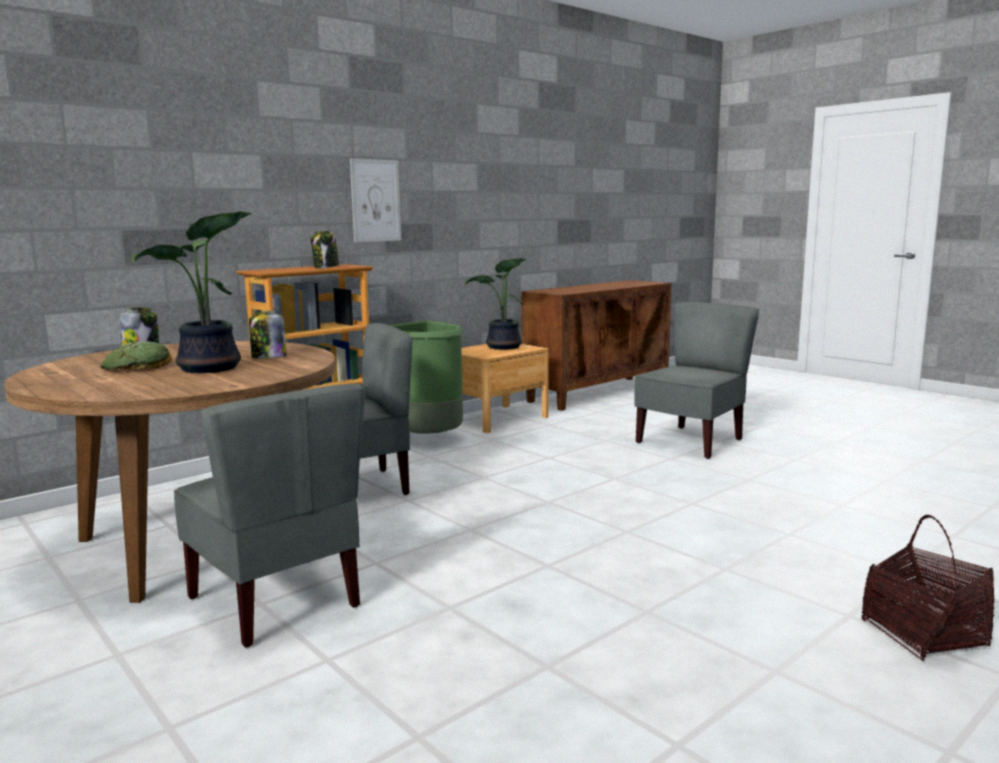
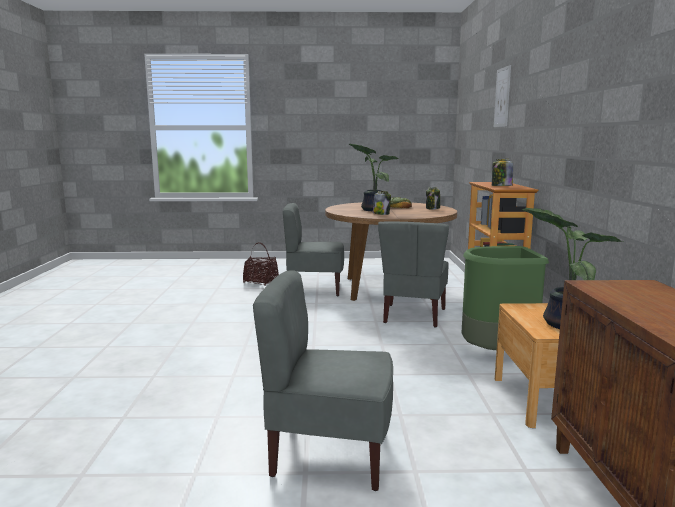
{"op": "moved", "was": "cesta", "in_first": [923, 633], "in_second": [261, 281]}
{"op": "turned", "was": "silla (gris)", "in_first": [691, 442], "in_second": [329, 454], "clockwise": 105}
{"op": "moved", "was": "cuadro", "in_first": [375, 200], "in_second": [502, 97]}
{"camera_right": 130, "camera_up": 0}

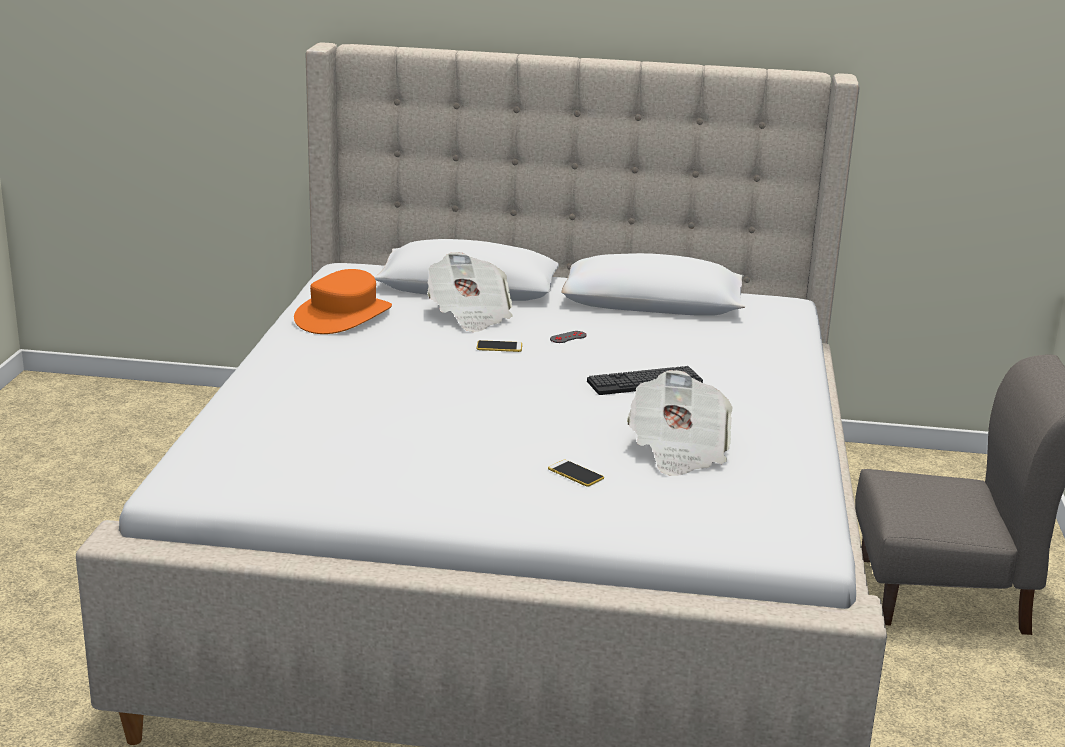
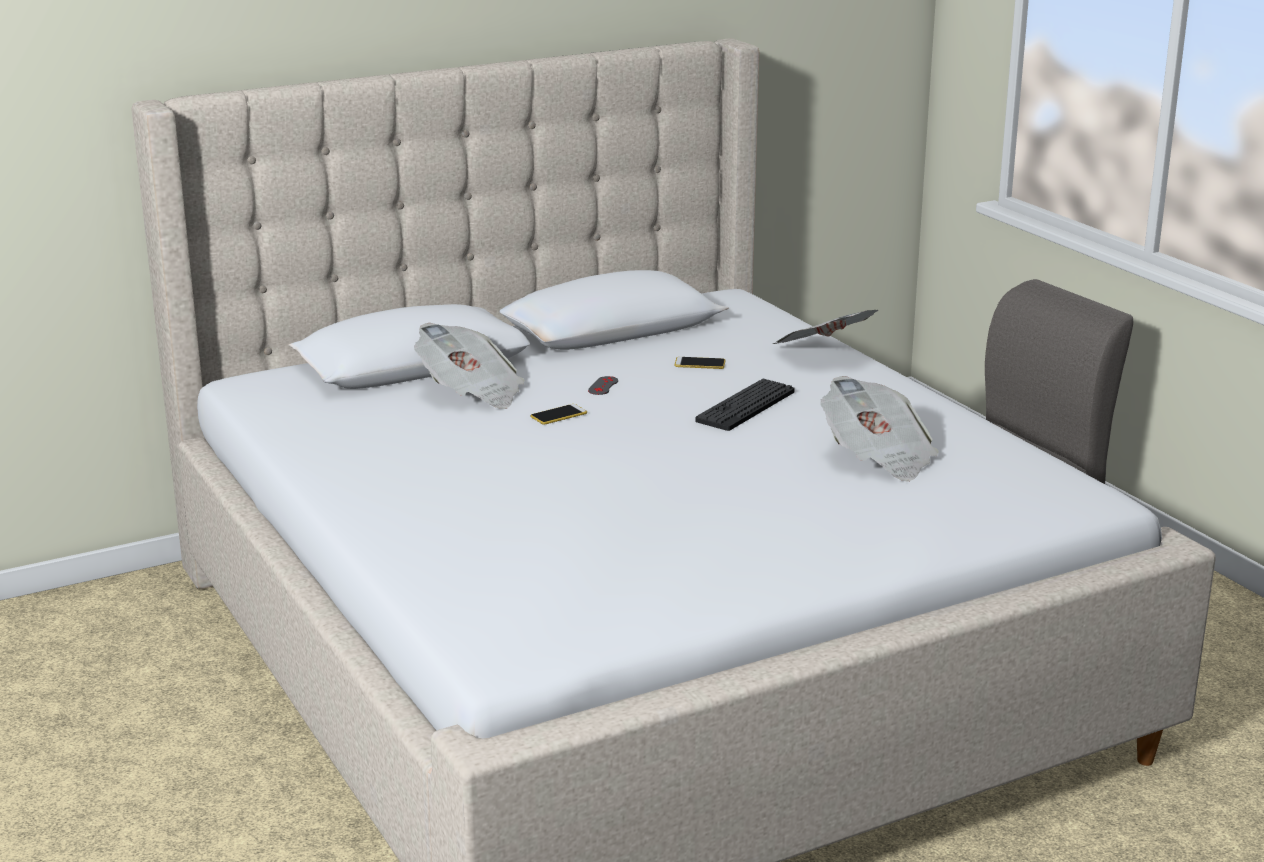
{"op": "moved", "was": "móvil", "in_first": [575, 474], "in_second": [700, 364]}
{"op": "added", "now": "periódico", "in_second": [823, 353]}
{"op": "removed", "was": "sombrero (naranja)", "in_first": [344, 316]}
{"camera_right": -35, "camera_up": 0}

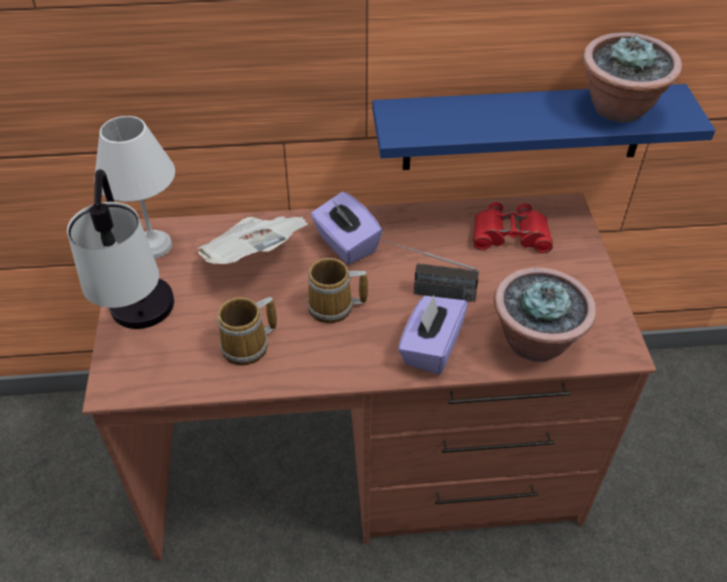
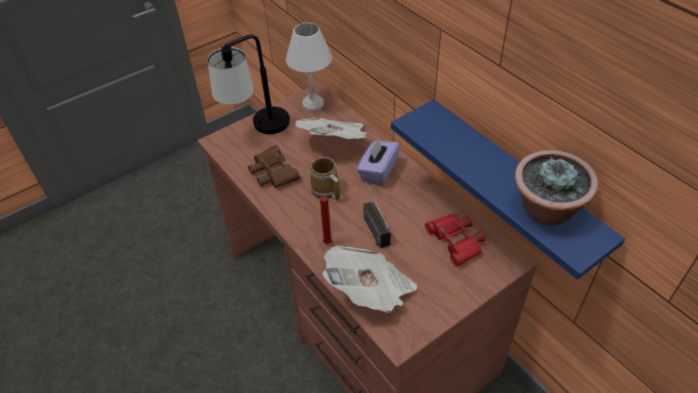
{"op": "replaced", "was": "taza grande", "now": "prismáticos (marrón)", "in_first": [248, 346], "in_second": [274, 172]}
{"op": "replaced", "was": "caja de pañuelos (morado)", "now": "vela (rojo)", "in_first": [430, 348], "in_second": [328, 244]}
{"op": "replaced", "was": "planta en maceta", "now": "periódico", "in_first": [535, 341], "in_second": [370, 291]}
{"camera_right": 60, "camera_up": 0}

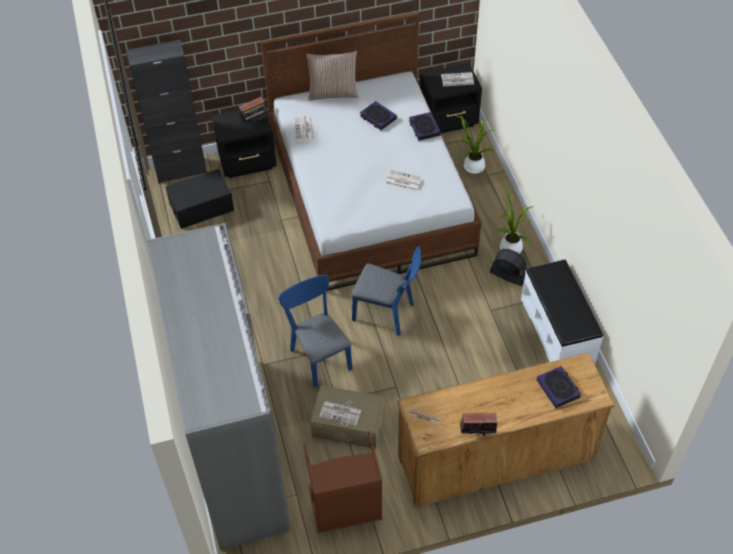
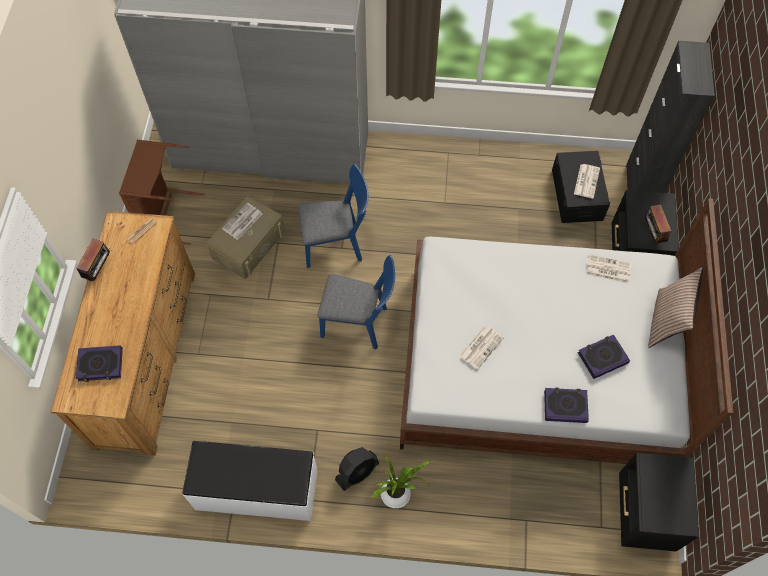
{"op": "turned", "was": "silla (azul)", "in_first": [387, 313], "in_second": [359, 323], "clockwise": -120}
{"op": "moved", "was": "periódico", "in_first": [457, 80], "in_second": [586, 181]}
{"op": "removed", "was": "planta en maceta", "in_first": [472, 166]}
{"camera_right": 110, "camera_up": 10}

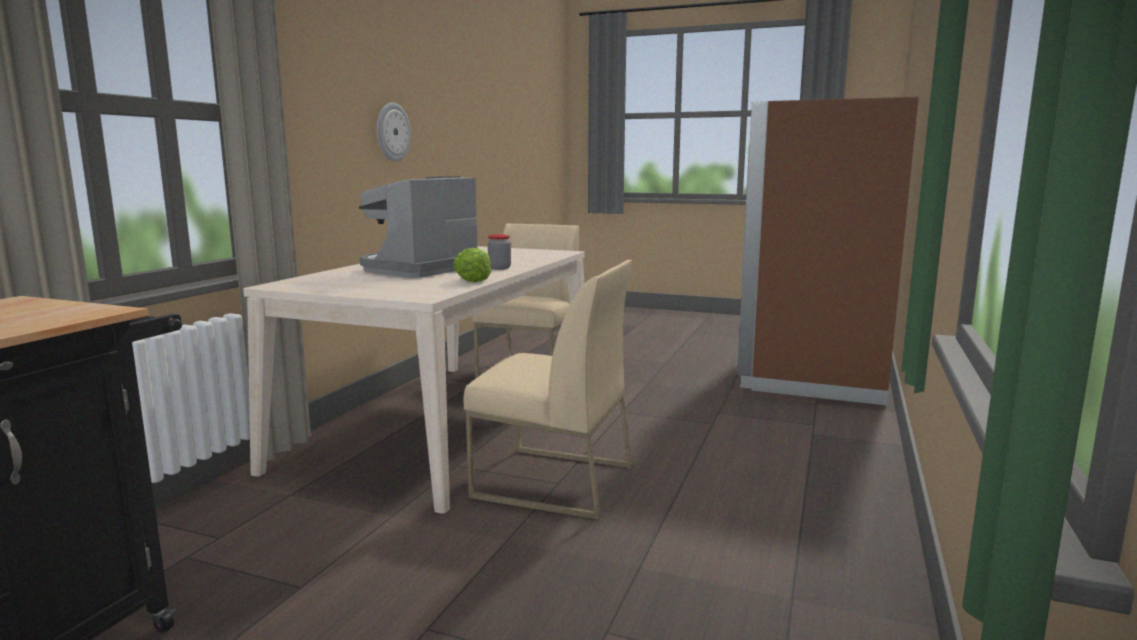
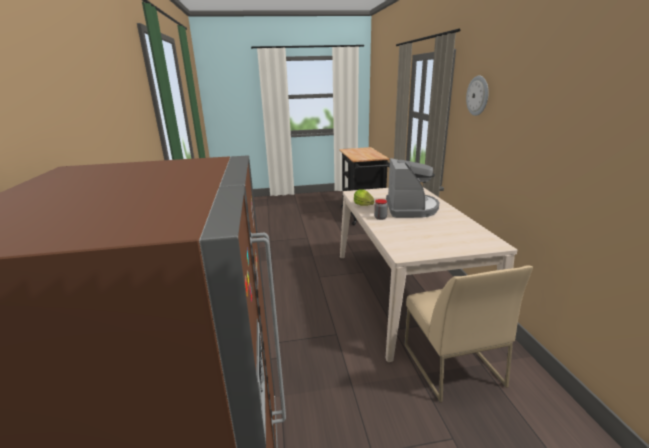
{"op": "moved", "was": "reloj de pared", "in_first": [392, 132], "in_second": [478, 95]}
{"op": "removed", "was": "silla (beis)", "in_first": [552, 482]}
{"camera_right": 150, "camera_up": 10}

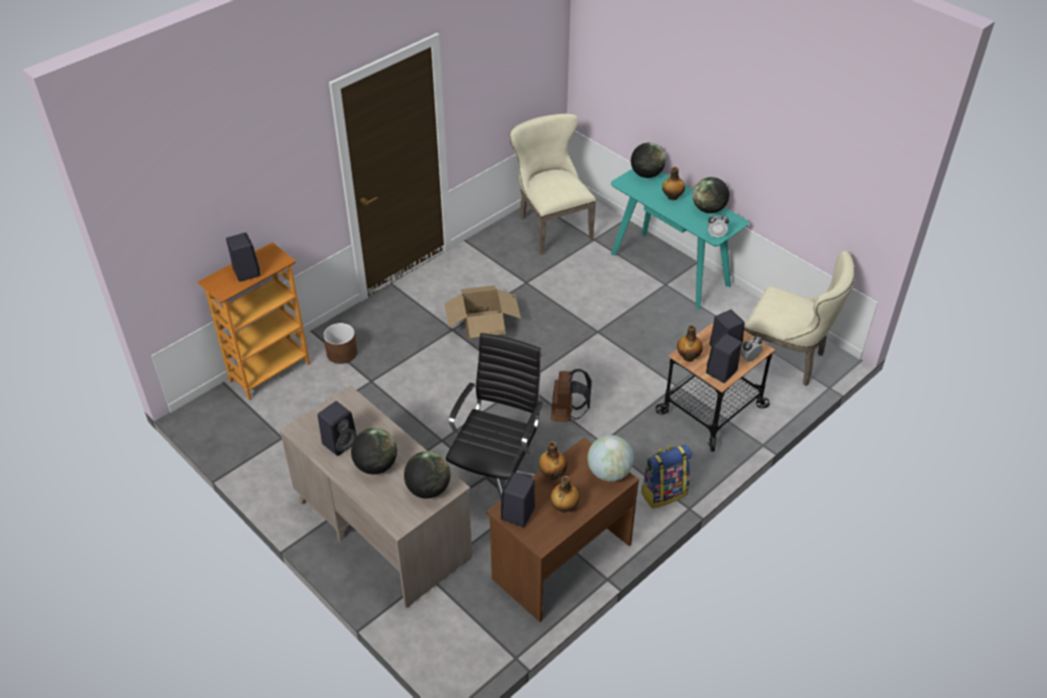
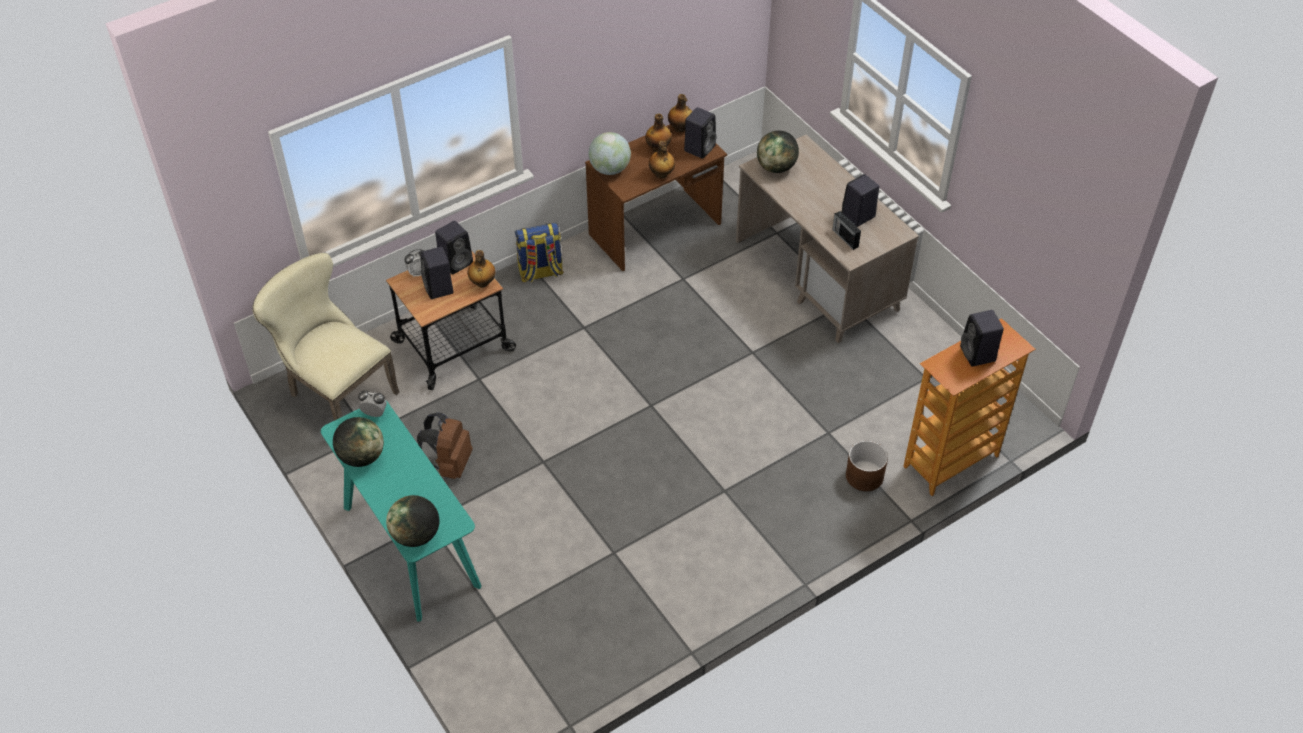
{"op": "moved", "was": "mochila (marrón)", "in_first": [567, 414], "in_second": [450, 464]}
{"op": "moved", "was": "botella", "in_first": [672, 197], "in_second": [680, 128]}
{"op": "added", "now": "radio", "in_second": [845, 238]}
{"op": "removed", "was": "globo terráqueo", "in_first": [376, 466]}
{"op": "removed", "was": "caja de cartón", "in_first": [483, 324]}
{"op": "removed", "was": "silla de oficina (negro)", "in_first": [497, 480]}
{"op": "removed", "was": "silla (beis)", "in_first": [551, 226]}
{"camera_right": -170, "camera_up": 5}

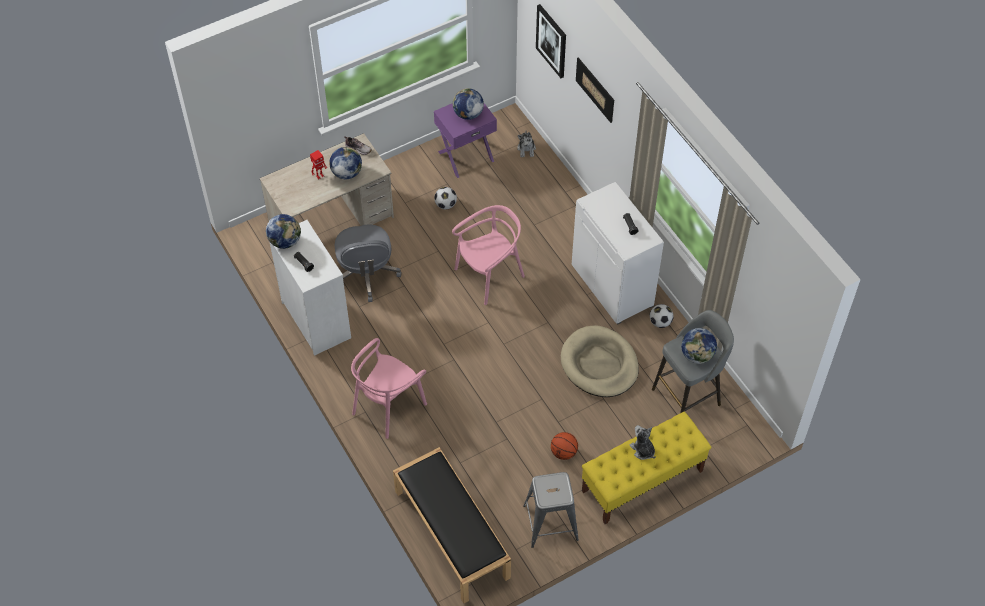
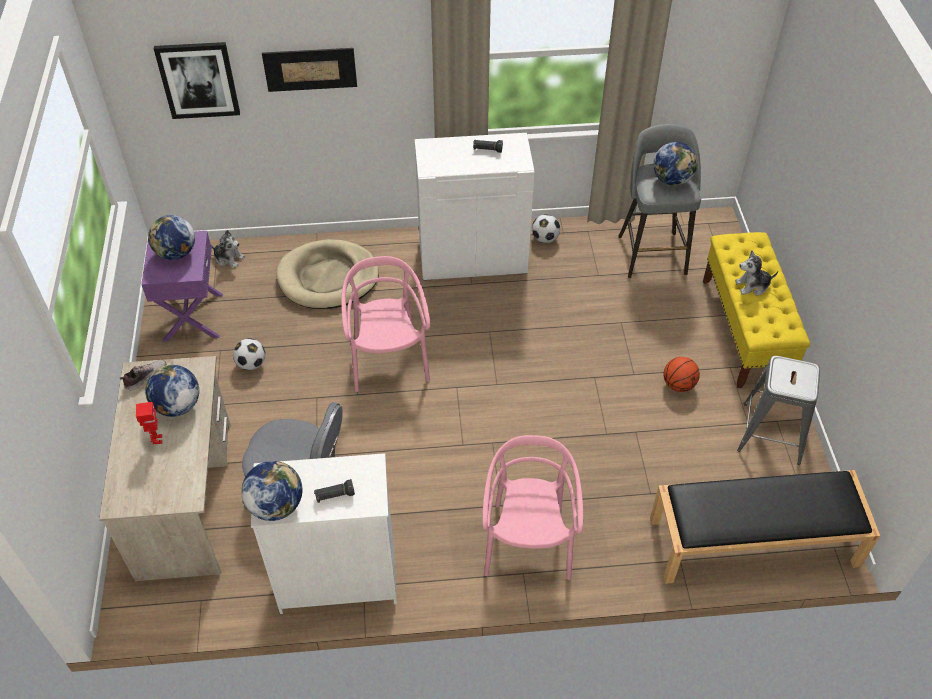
{"op": "moved", "was": "cama para perro (beis)", "in_first": [599, 364], "in_second": [328, 278]}
{"op": "turned", "was": "silla (rosa)", "in_first": [388, 406], "in_second": [528, 542], "clockwise": -150}
{"camera_right": -65, "camera_up": -5}

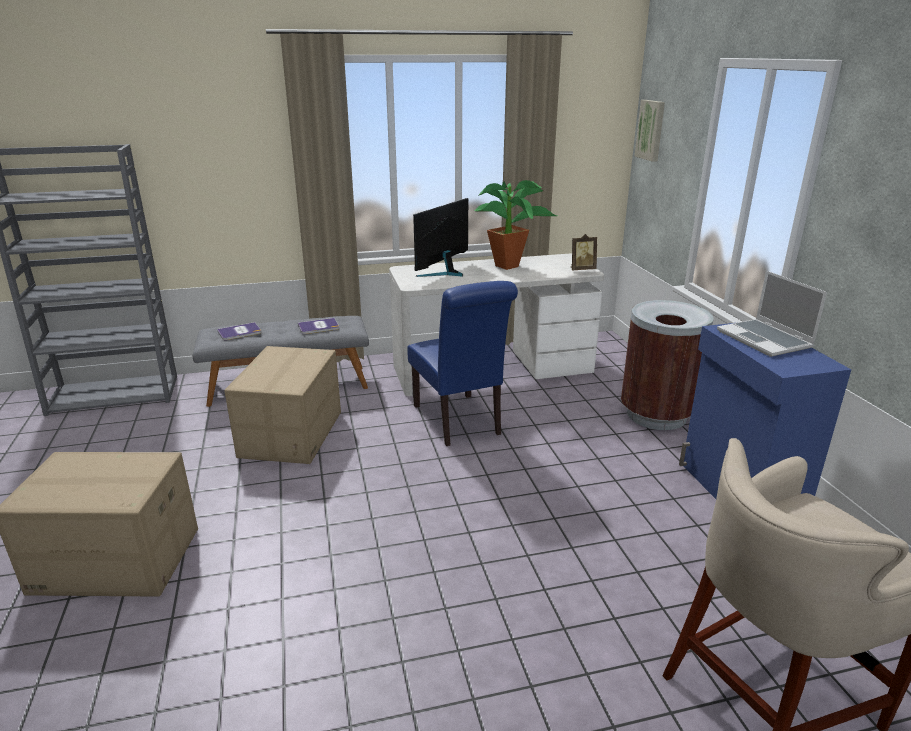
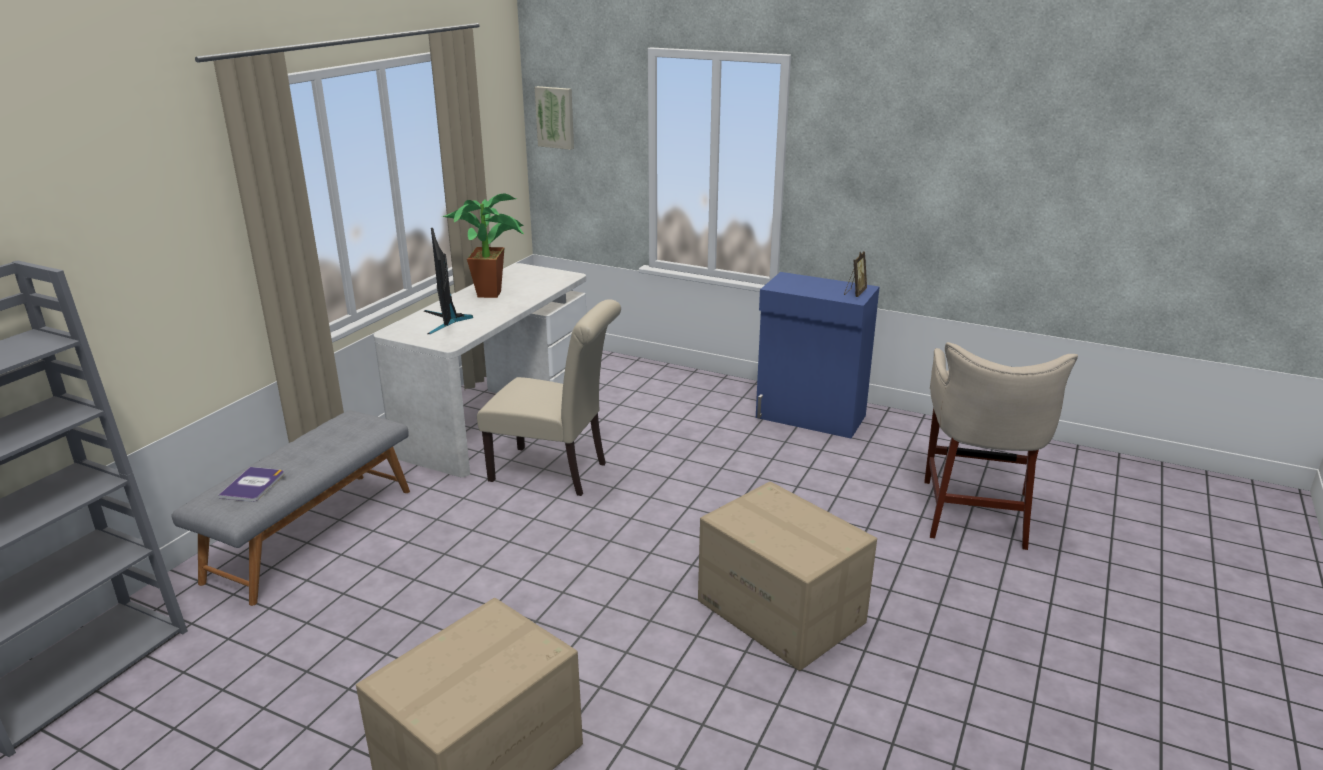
{"op": "recoloured", "was": "silla (azul)", "now": "silla (beis)", "in_first": [459, 422], "in_second": [555, 472]}
{"op": "moved", "was": "caja de cartón", "in_first": [292, 434], "in_second": [782, 611]}
{"op": "moved", "was": "portarretratos", "in_first": [581, 269], "in_second": [854, 293]}
{"op": "removed", "was": "libro", "in_first": [318, 327]}
{"op": "removed", "was": "papelera (marrón)", "in_first": [656, 415]}
{"op": "removed", "was": "portátil", "in_first": [765, 340]}
{"camera_right": -50, "camera_up": 0}

